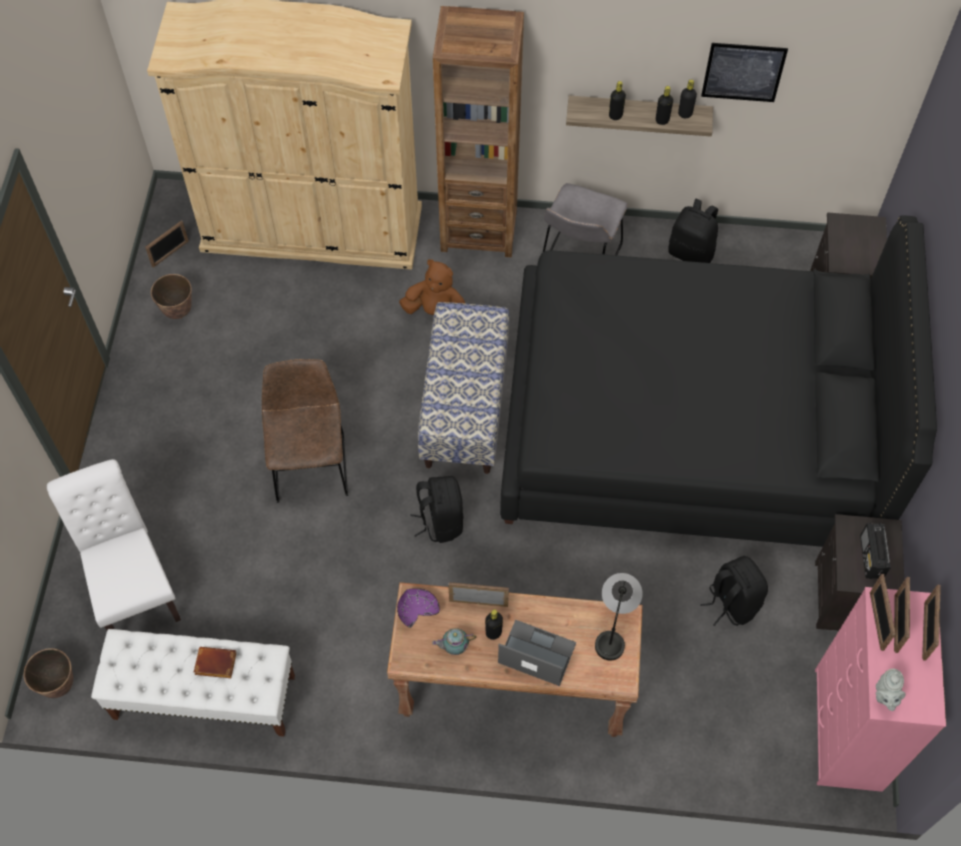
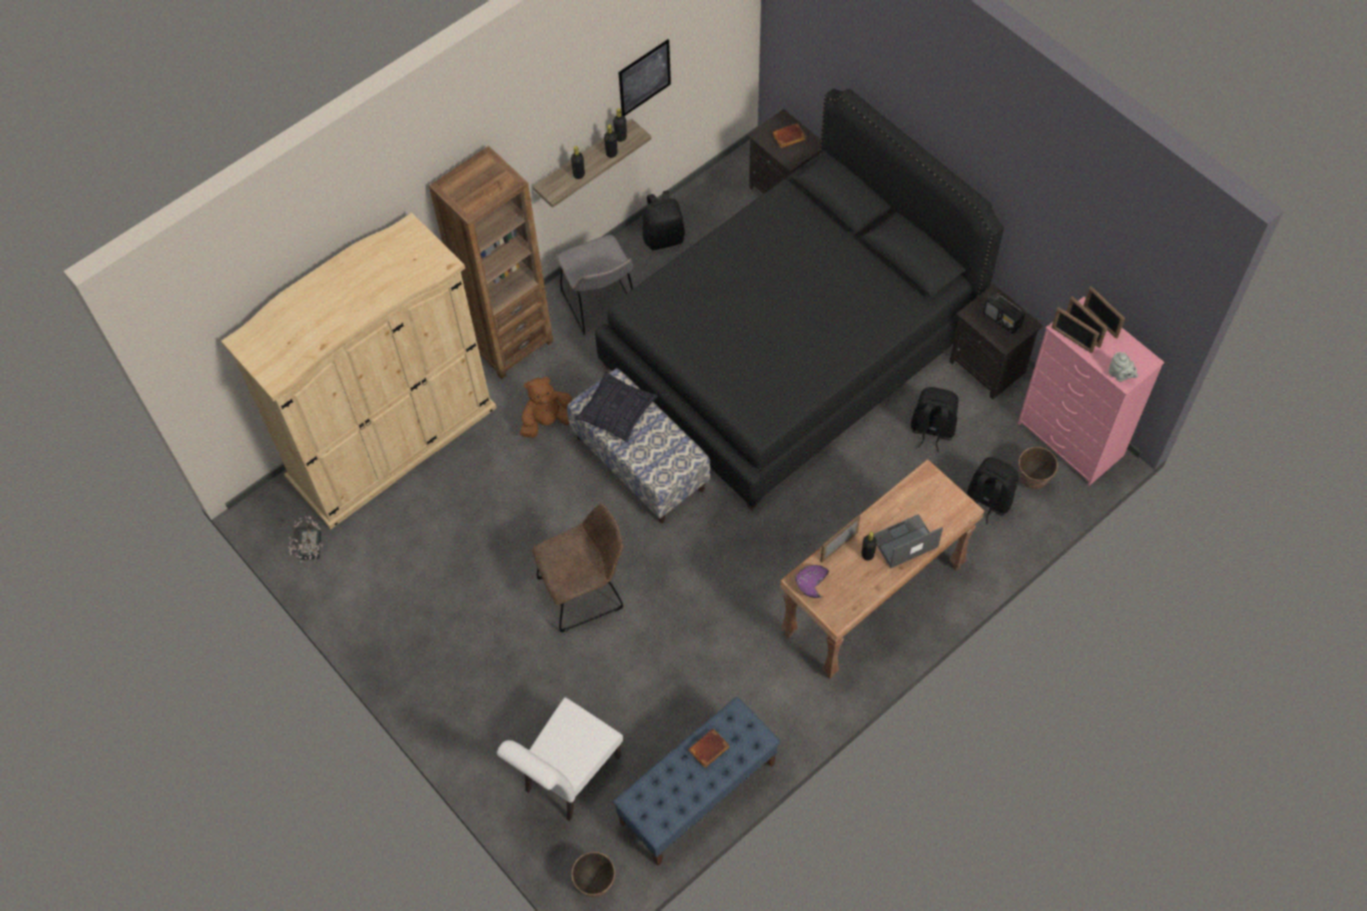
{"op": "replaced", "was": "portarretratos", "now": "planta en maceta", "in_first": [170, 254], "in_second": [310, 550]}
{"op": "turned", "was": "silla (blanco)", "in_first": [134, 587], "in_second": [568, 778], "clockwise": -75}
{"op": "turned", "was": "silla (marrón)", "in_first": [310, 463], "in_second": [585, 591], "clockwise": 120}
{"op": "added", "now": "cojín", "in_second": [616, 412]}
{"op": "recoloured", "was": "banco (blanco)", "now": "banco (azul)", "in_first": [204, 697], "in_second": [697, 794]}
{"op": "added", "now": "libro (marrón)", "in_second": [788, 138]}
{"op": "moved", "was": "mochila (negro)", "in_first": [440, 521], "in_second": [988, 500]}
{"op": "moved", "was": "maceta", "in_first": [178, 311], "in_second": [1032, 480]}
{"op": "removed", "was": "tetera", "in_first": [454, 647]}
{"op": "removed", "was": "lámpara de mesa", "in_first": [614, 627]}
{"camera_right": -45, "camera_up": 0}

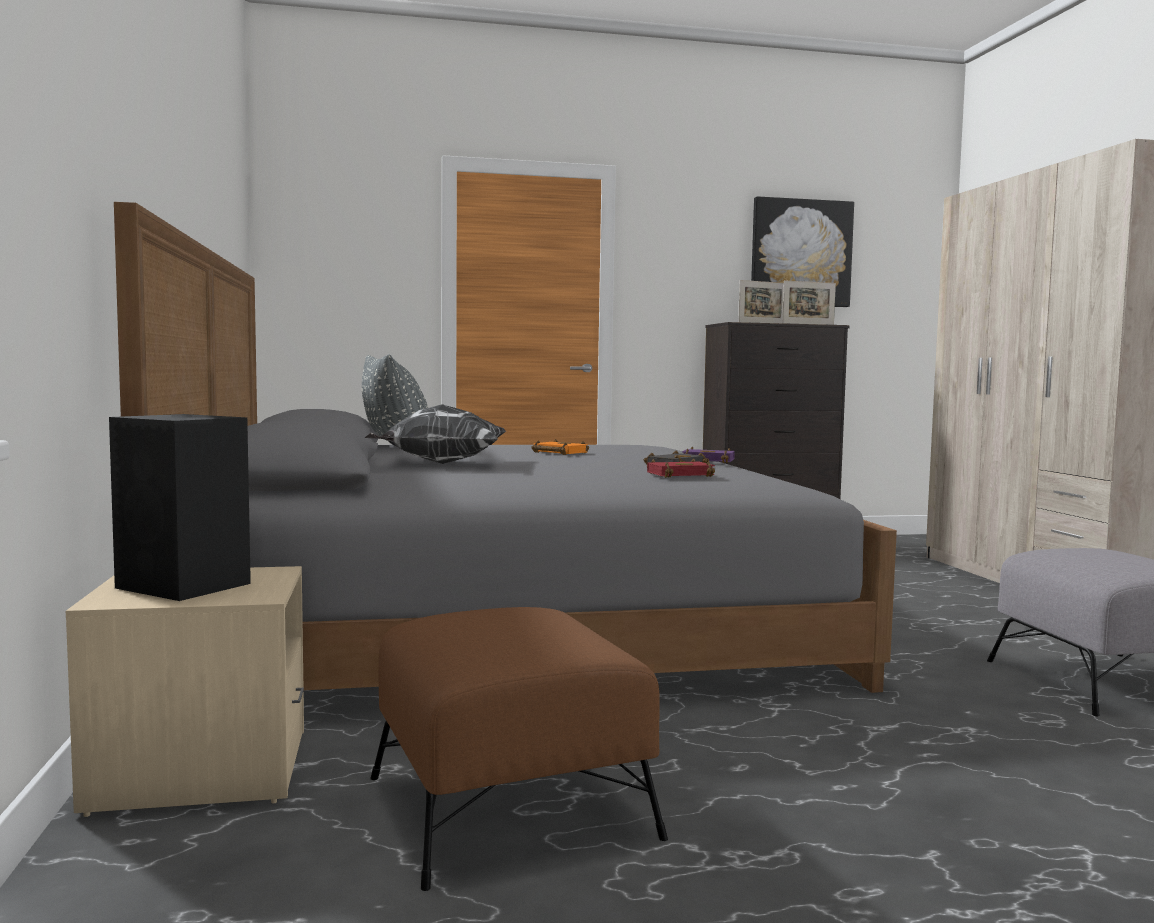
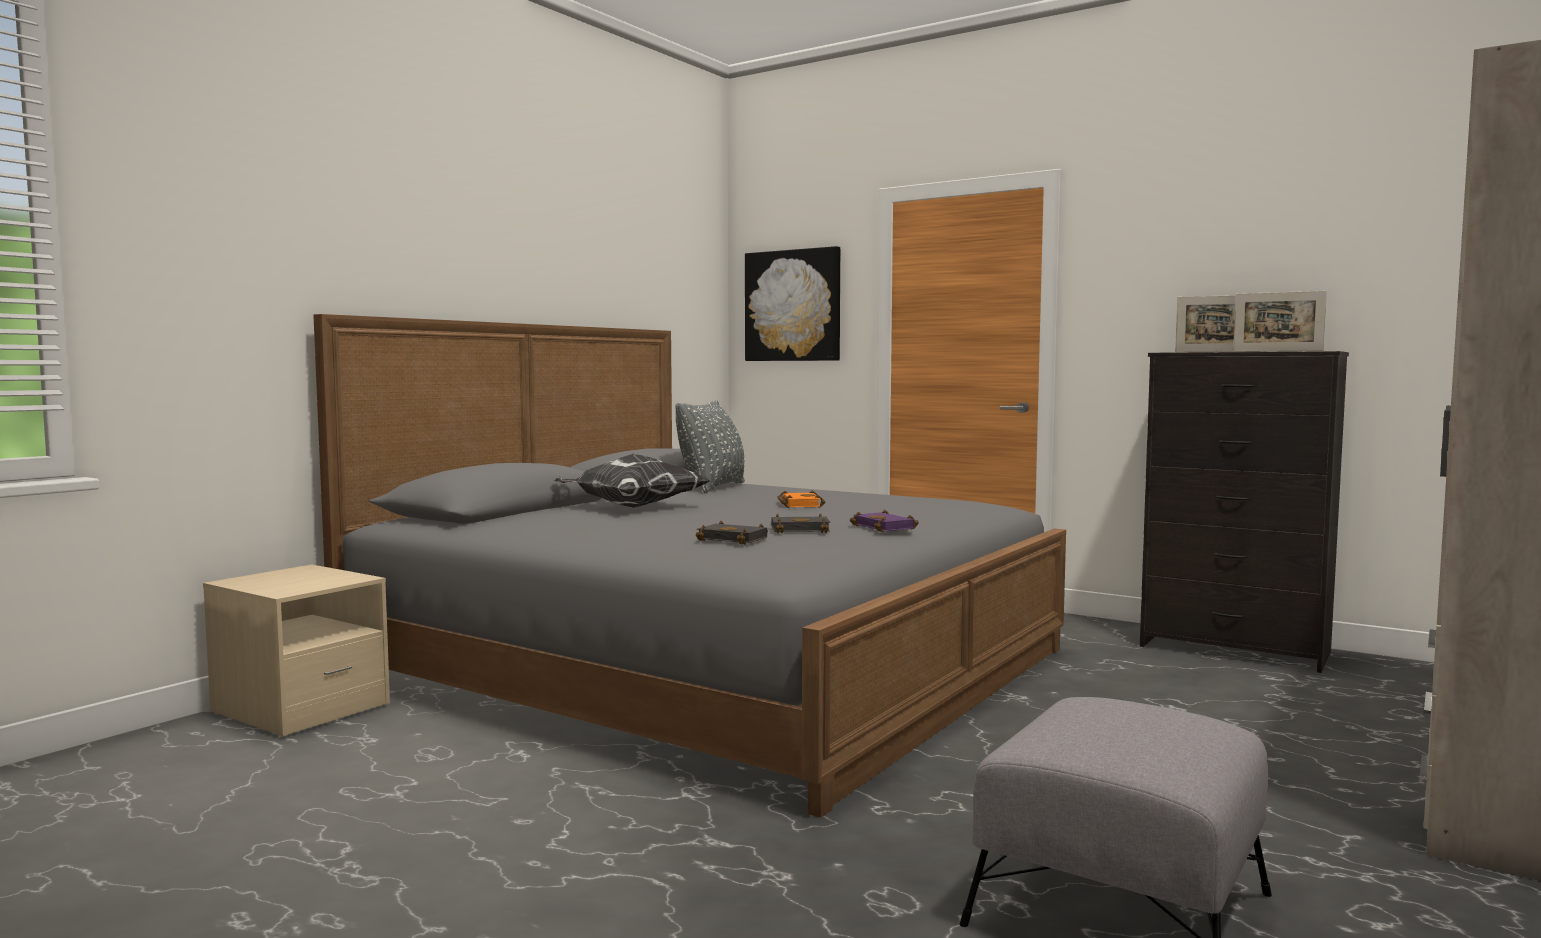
{"op": "recoloured", "was": "libro (rojo)", "now": "libro (negro)", "in_first": [680, 474], "in_second": [735, 539]}
{"op": "moved", "was": "cuadro", "in_first": [800, 253], "in_second": [793, 305]}
{"op": "removed", "was": "altavoz (negro)", "in_first": [185, 586]}
{"op": "removed", "was": "puf (marrón)", "in_first": [509, 805]}
{"camera_right": 45, "camera_up": 0}

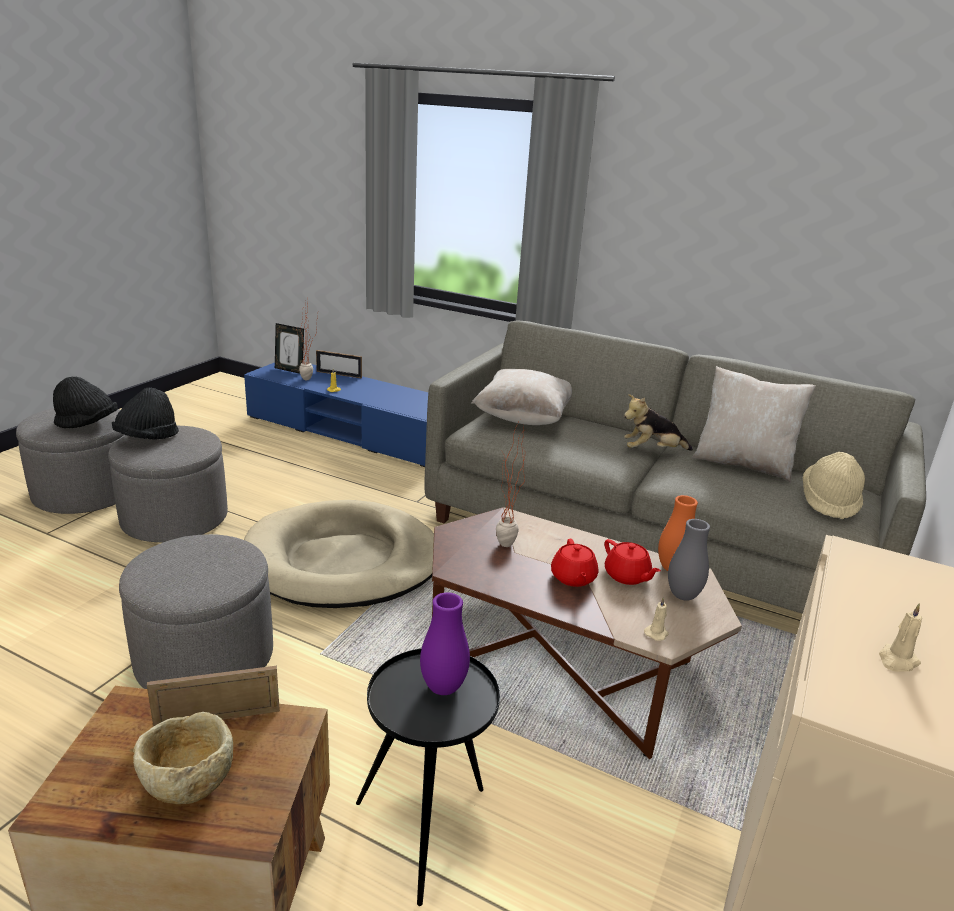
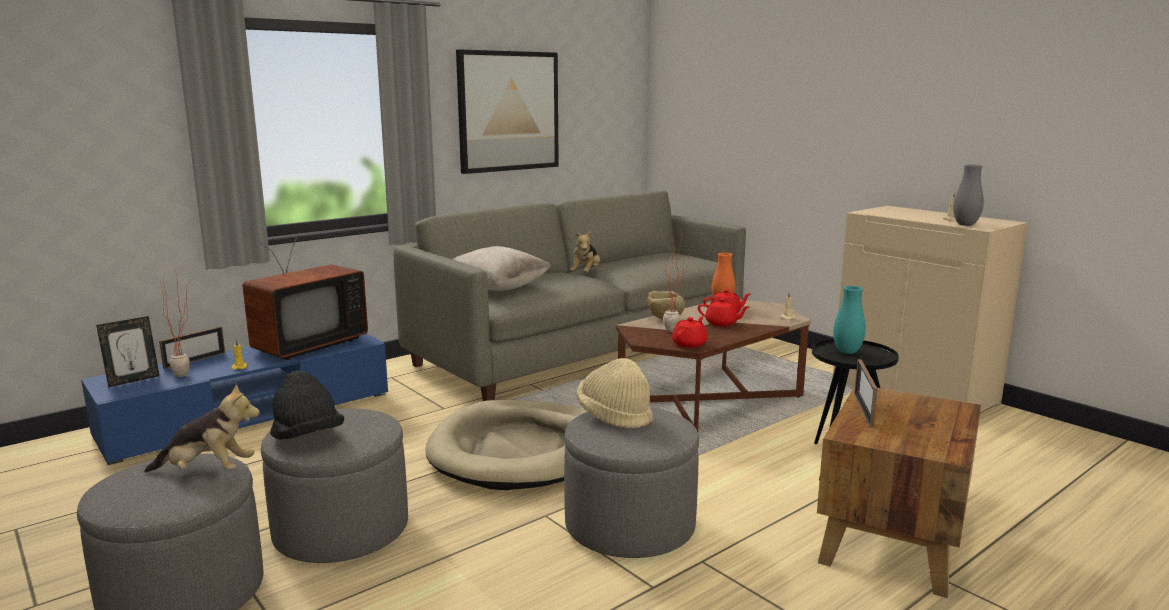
{"op": "replaced", "was": "sombrero (negro)", "now": "peluche", "in_first": [87, 425], "in_second": [207, 471]}
{"op": "added", "now": "televisor", "in_second": [305, 345]}
{"op": "added", "now": "cuadro", "in_second": [508, 111]}
{"op": "moved", "was": "sombrero (beis)", "in_first": [829, 502], "in_second": [614, 416]}
{"op": "moved", "was": "cuenco (beis)", "in_first": [188, 784], "in_second": [664, 319]}
{"op": "added", "now": "tetera (rojo)", "in_second": [690, 344]}
{"op": "recoloured", "was": "florero (morado)", "now": "florero (turquesa)", "in_first": [443, 687], "in_second": [847, 352]}
{"op": "moved", "was": "florero (gris)", "in_first": [683, 596], "in_second": [965, 225]}
{"op": "removed", "was": "cojín (beis)", "in_first": [743, 463]}
{"camera_right": -65, "camera_up": -10}

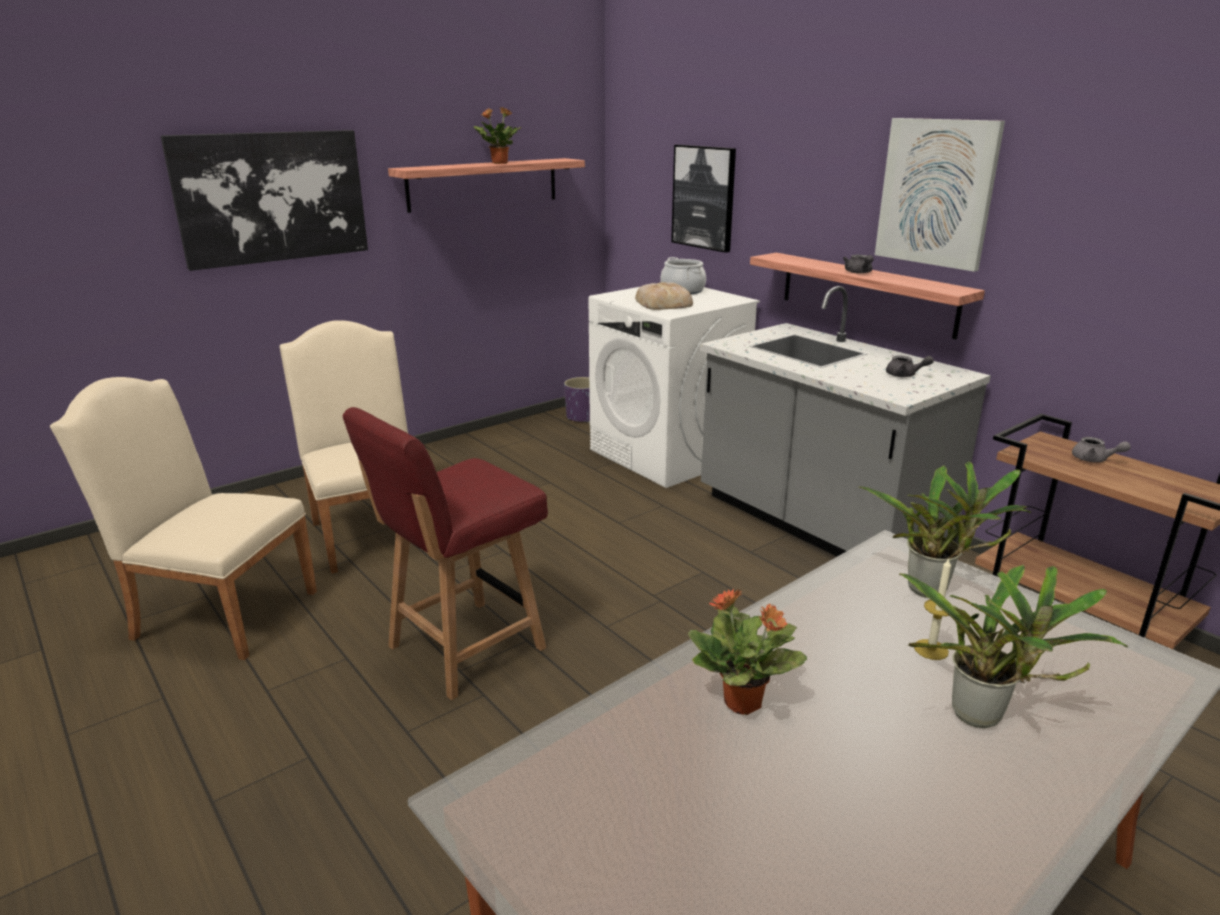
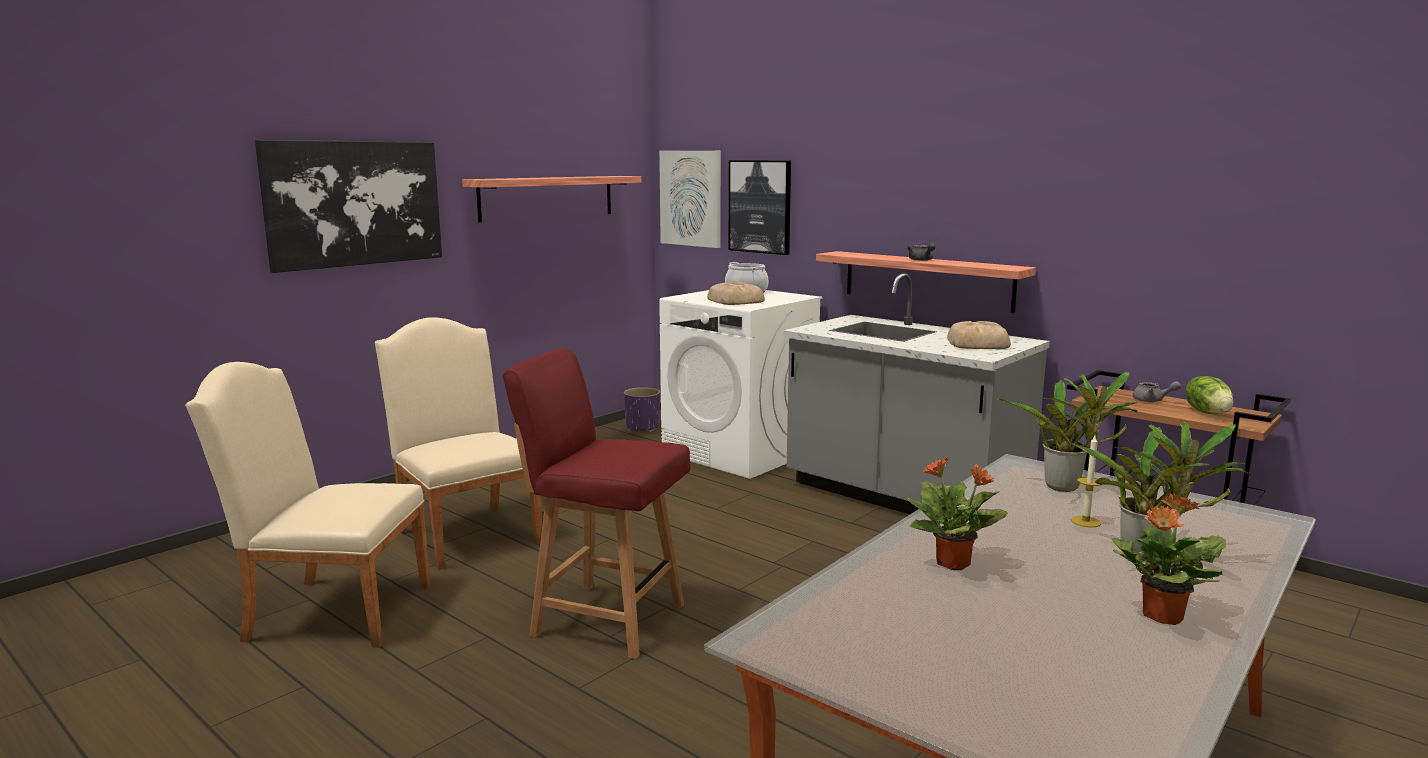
{"op": "turned", "was": "silla (rojo)", "in_first": [463, 649], "in_second": [605, 619], "clockwise": 75}
{"op": "moved", "was": "cuadro", "in_first": [936, 193], "in_second": [691, 198]}
{"op": "replaced", "was": "tetera (gris)", "now": "pan", "in_first": [905, 375], "in_second": [978, 343]}
{"op": "moved", "was": "planta en maceta", "in_first": [499, 163], "in_second": [1161, 616]}
{"op": "added", "now": "lechuga", "in_second": [1208, 412]}
{"camera_right": -10, "camera_up": -10}

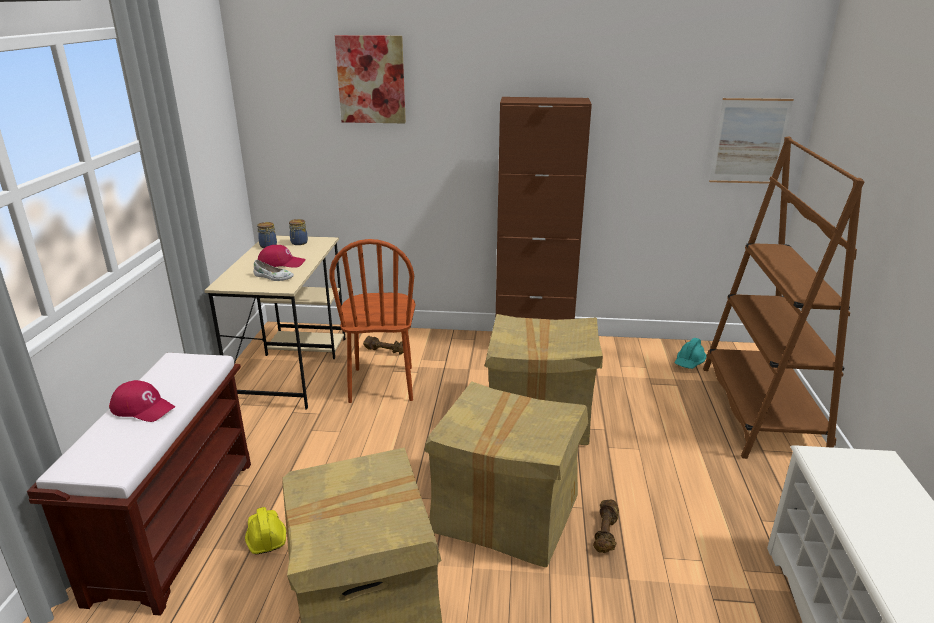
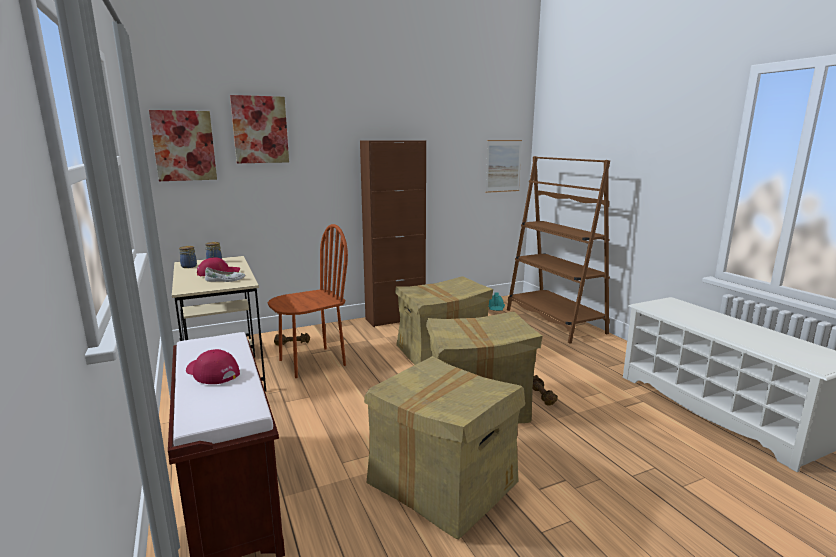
{"op": "added", "now": "cuadro", "in_second": [184, 146]}
{"op": "turned", "was": "gorra (rojo)", "in_first": [143, 408], "in_second": [212, 373], "clockwise": -135}
{"op": "turned", "was": "silla (marrón)", "in_first": [382, 384], "in_second": [312, 362], "clockwise": -90}
{"op": "removed", "was": "casco (amarillo)", "in_first": [265, 536]}
{"camera_right": -30, "camera_up": -10}

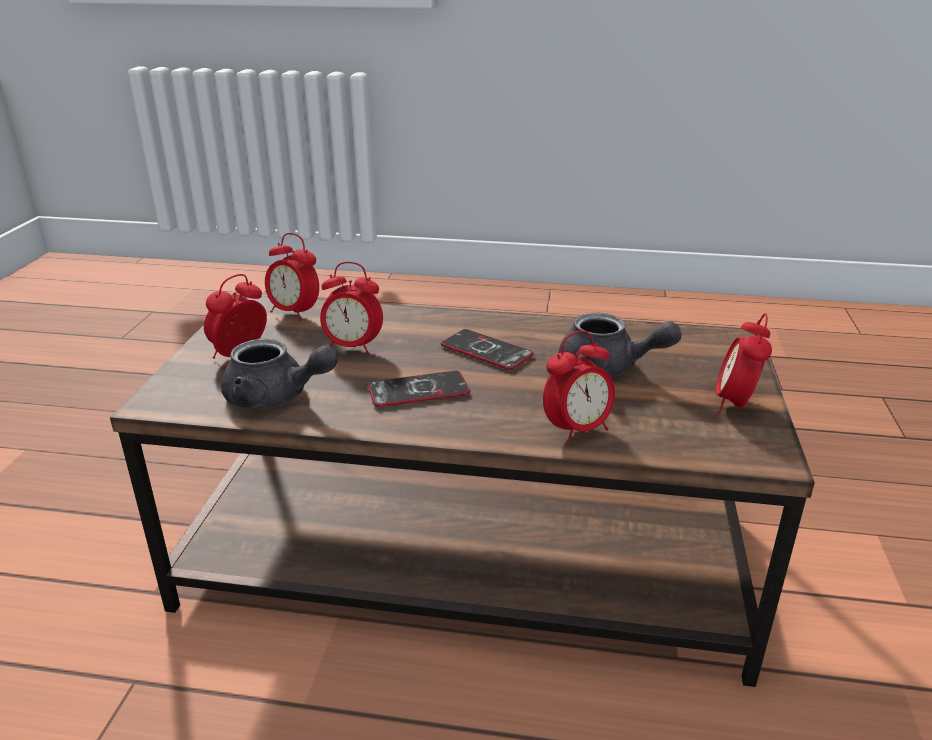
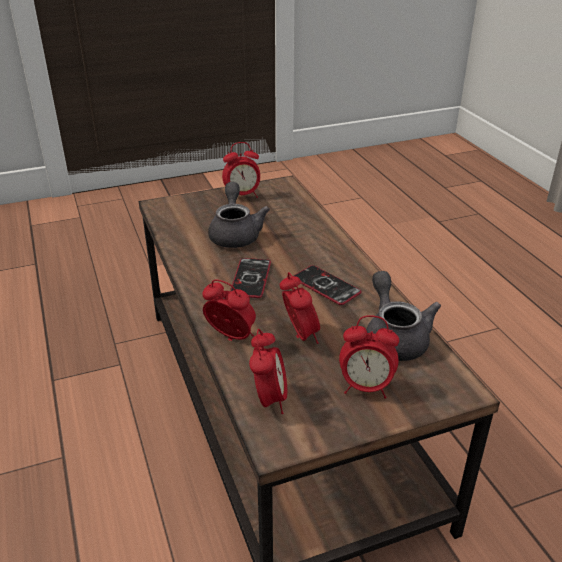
{"op": "moved", "was": "despertador", "in_first": [576, 430], "in_second": [231, 338]}
{"camera_right": -120, "camera_up": 5}

